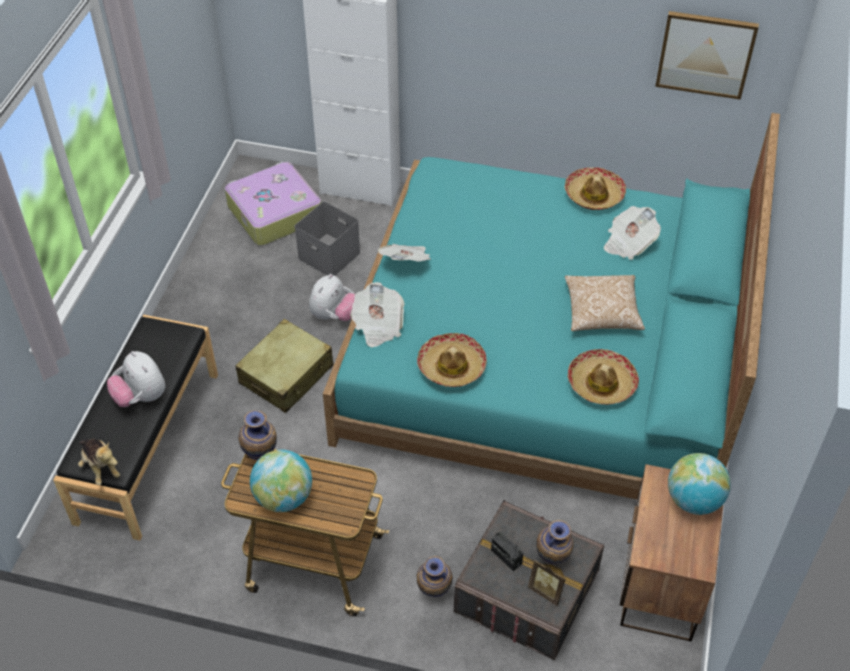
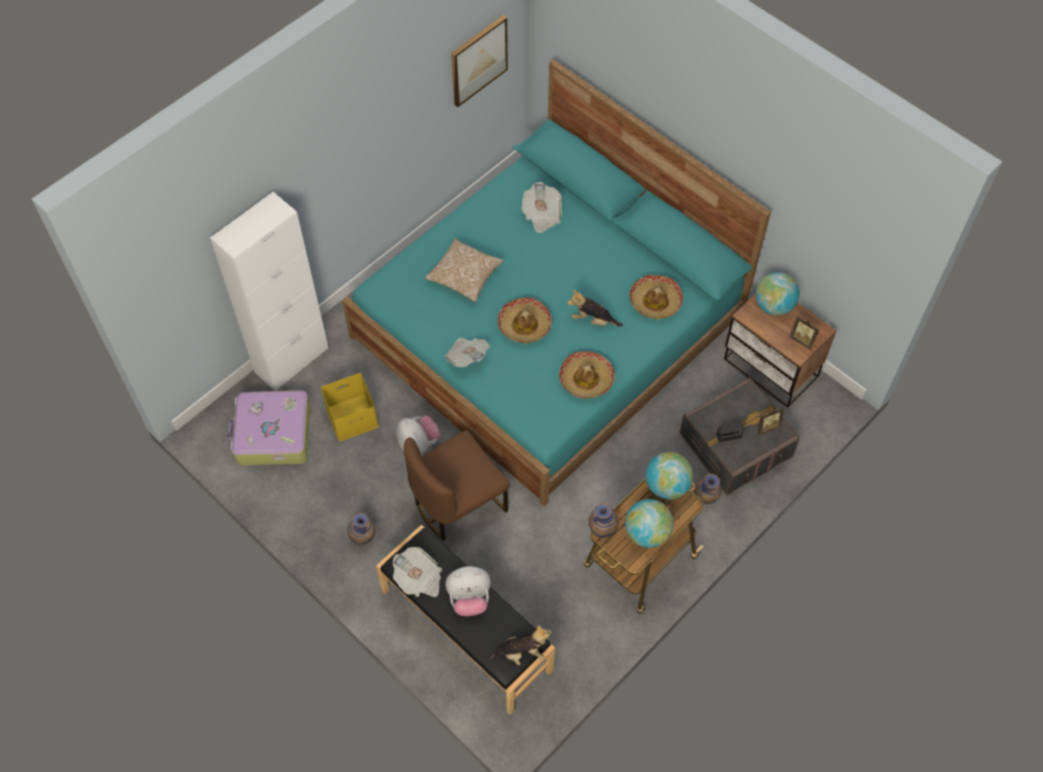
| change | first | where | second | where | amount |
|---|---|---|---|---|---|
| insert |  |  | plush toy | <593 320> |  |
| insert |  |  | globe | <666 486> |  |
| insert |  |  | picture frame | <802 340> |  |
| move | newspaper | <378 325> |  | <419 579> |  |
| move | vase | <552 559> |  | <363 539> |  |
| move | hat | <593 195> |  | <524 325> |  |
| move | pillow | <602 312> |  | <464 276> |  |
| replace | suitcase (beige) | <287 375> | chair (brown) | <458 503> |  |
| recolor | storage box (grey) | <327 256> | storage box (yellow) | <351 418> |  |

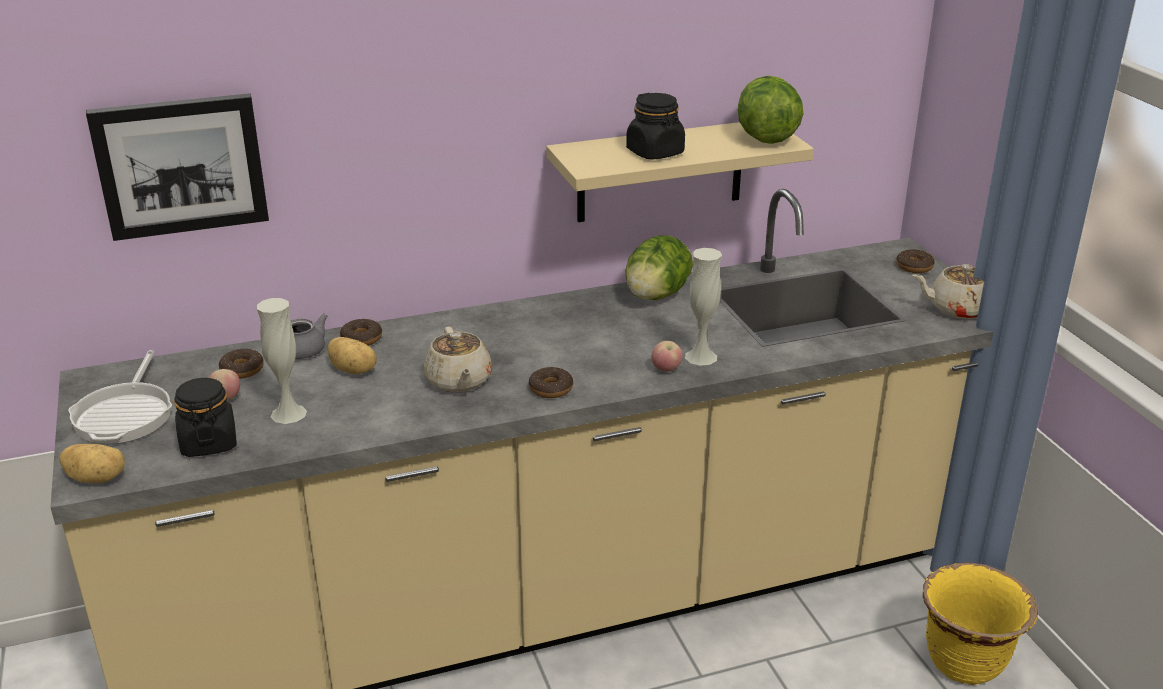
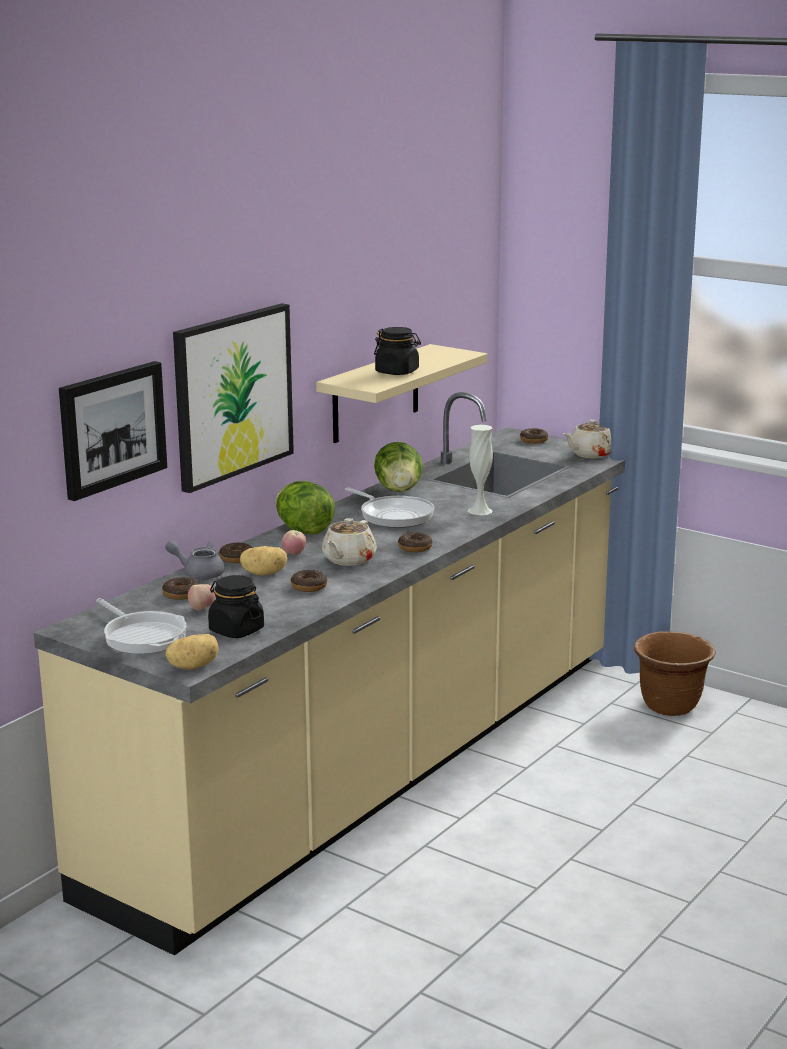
| change | first | where | second | where | amount |
|---|---|---|---|---|---|
| delete | vase (white) | <288 413> |  |  |  |
| insert |  |  | picture | <232 395> |  |
| insert |  |  | donut | <309 586> |  |
| insert |  |  | frying pan | <394 515> |  |
| move | apple | <666 370> |  | <294 554> |  |
| move | lettuce | <765 137> |  | <304 530> |  |
| recolor | planter (yellow) | <965 663> | planter (brown) | <670 706> |  |
| rotate | teapot (beige) | <458 381> |  | <348 560> | 75 degrees clockwise |

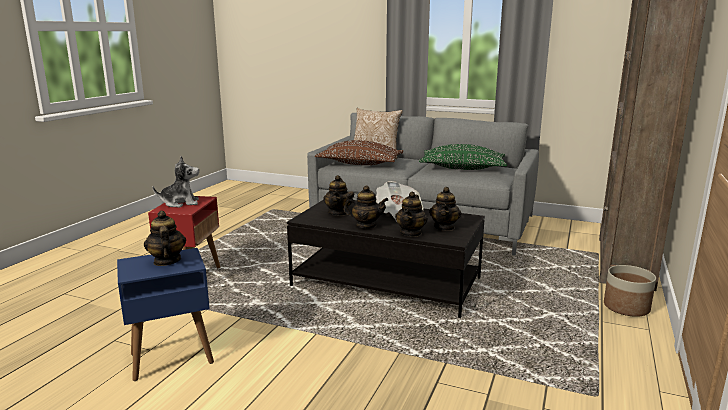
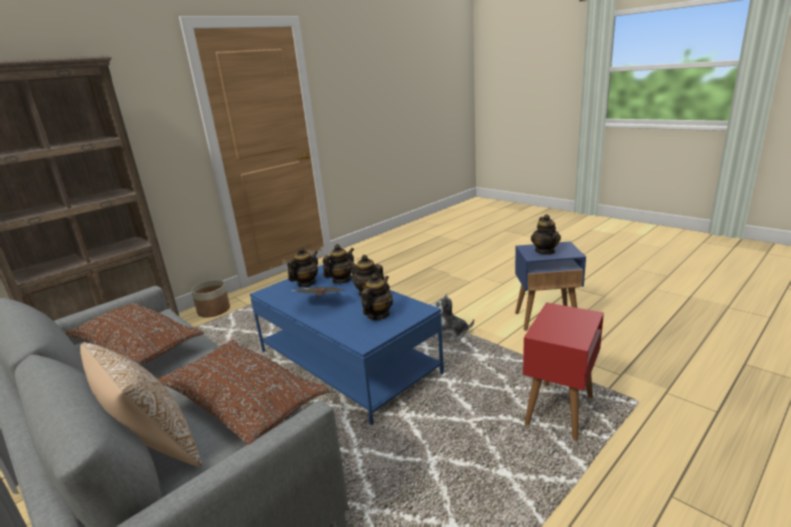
| change | first | where | second | where | amount |
|---|---|---|---|---|---|
| move | plush toy | <180 203> |  | <451 334> |  |
| recolor | coffee table (black) | <387 282> | coffee table (blue) | <346 362> |  |
| recolor | pillow (green) | <462 168> | pillow (brown) | <137 347> |  |

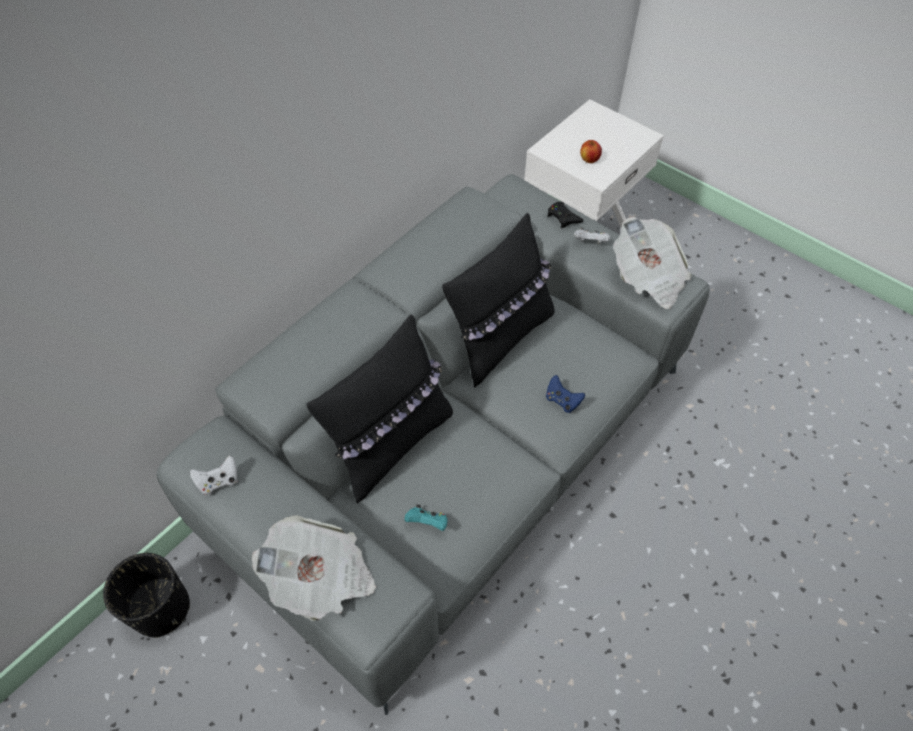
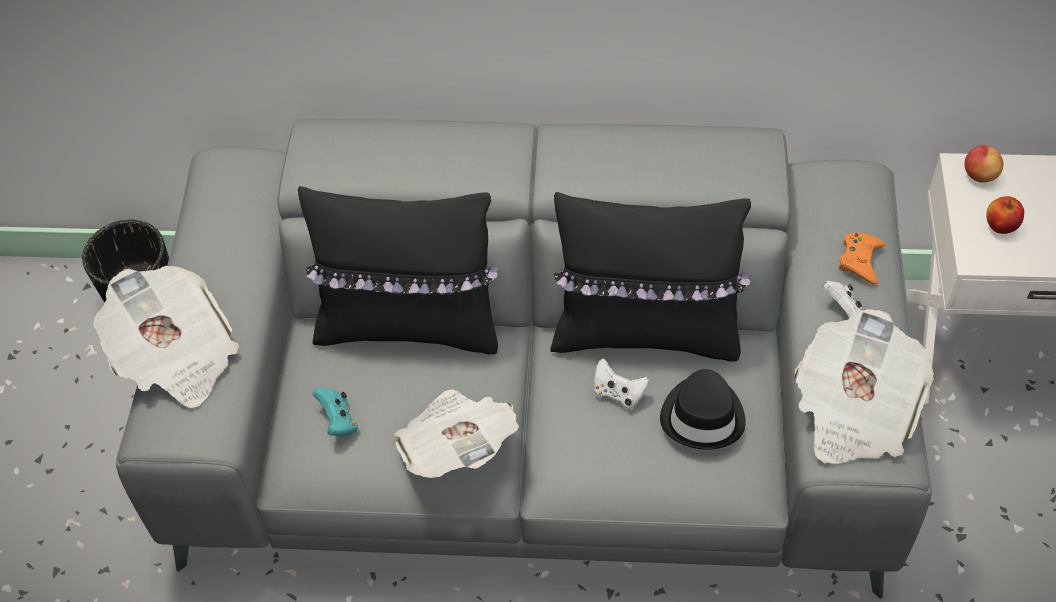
| change | first | where | second | where | amount |
|---|---|---|---|---|---|
| delete | game controller (blue) | <562 401> |  |  |  |
| insert |  |  | newspaper | <457 447> |  |
| insert |  |  | hat (black) | <703 416> |  |
| insert |  |  | apple | <979 175> |  |
| move | game controller (white) | <219 481> |  | <618 393> |  |
| recolor | game controller (black) | <563 217> | game controller (orange) | <860 260> |  |

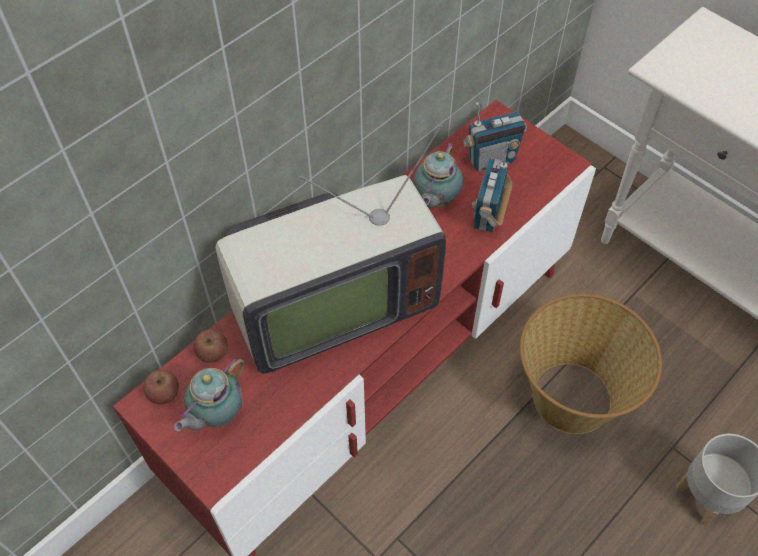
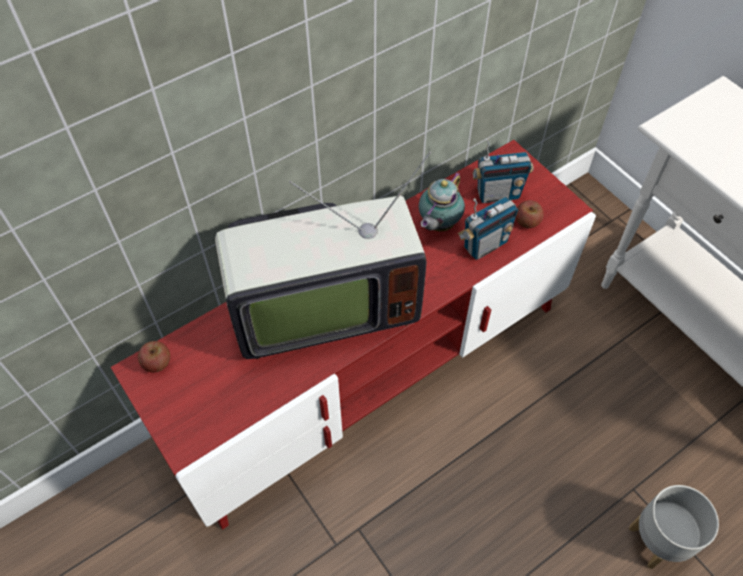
| change | first | where | second | where | amount |
|---|---|---|---|---|---|
| delete | teapot | <216 414> |  |  |  |
| delete | basket | <572 396> |  |  |  |
| move | apple | <213 353> |  | <527 221> |  |
| rotate | radio | <488 215> |  | <484 244> | 150 degrees counterclockwise |

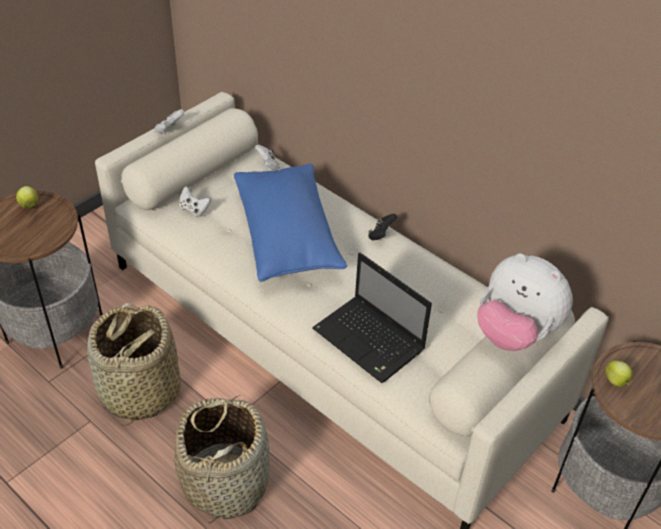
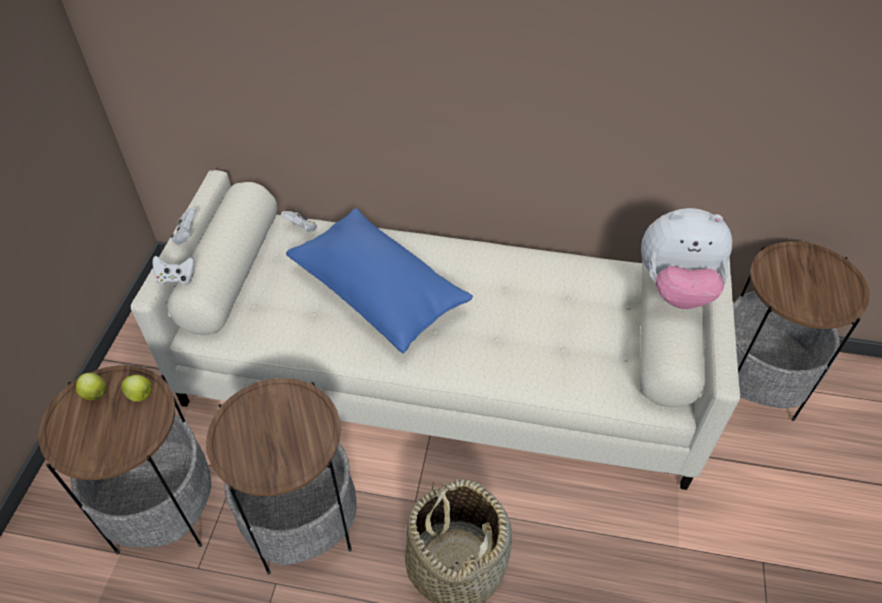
| change | first | where | second | where | amount |
|---|---|---|---|---|---|
| delete | laptop | <370 341> |  |  |  |
| delete | game controller (black) | <381 235> |  |  |  |
| move | game controller (white) | <194 210> |  | <176 278> |  |
| move | apple | <616 381> |  | <141 395> |  |
| replace | basket | <139 391> | side table | <302 524> |  |

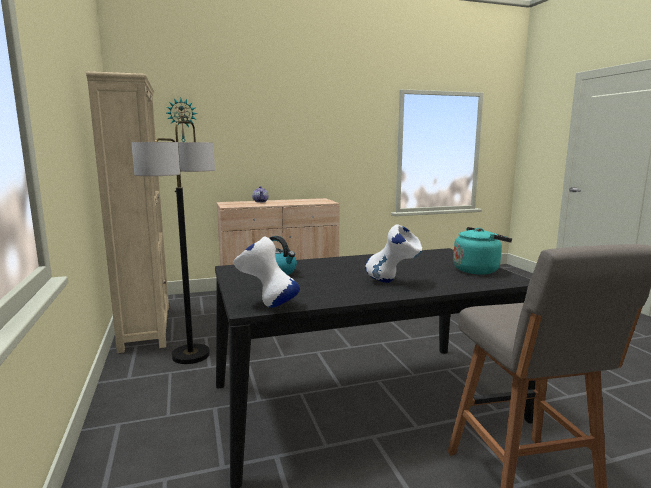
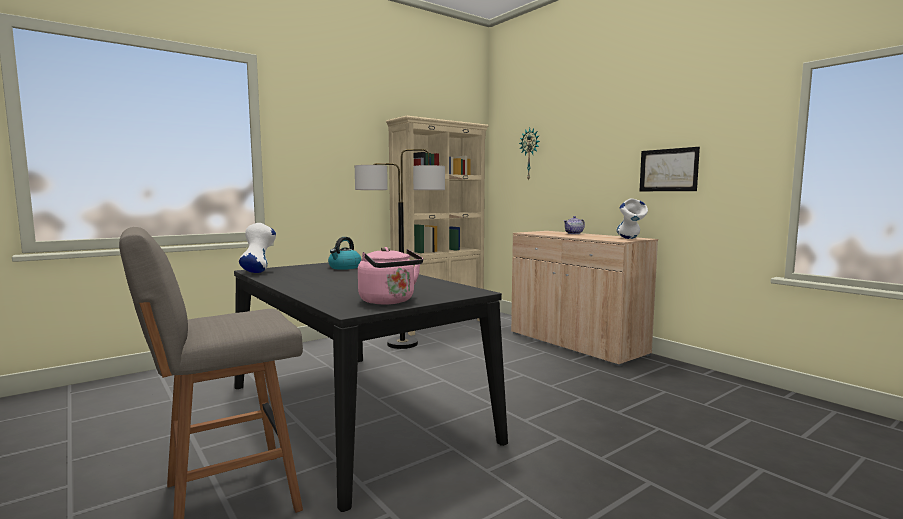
| change | first | where | second | where | amount |
|---|---|---|---|---|---|
| insert |  |  | picture | <668 170> |  |
| move | vase (white) | <393 282> |  | <630 239> |  |
| recolor | kettle (turquoise) | <478 270> | kettle (pink) | <389 301> |  |

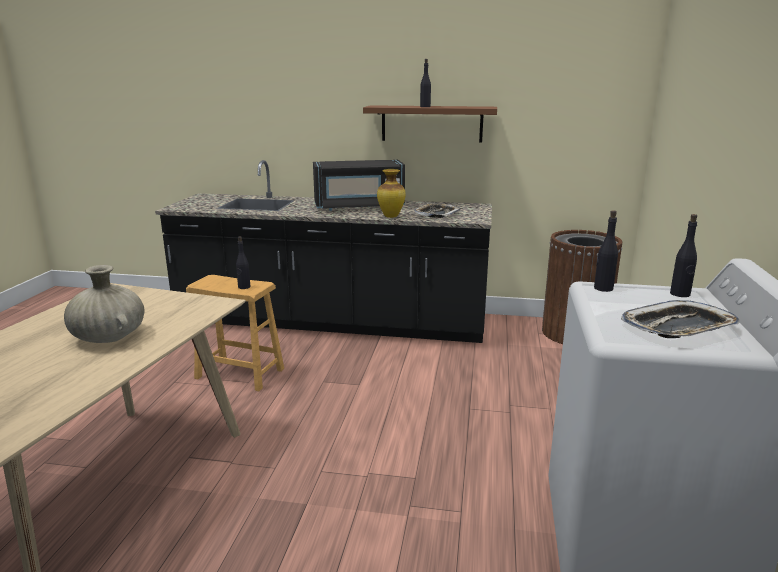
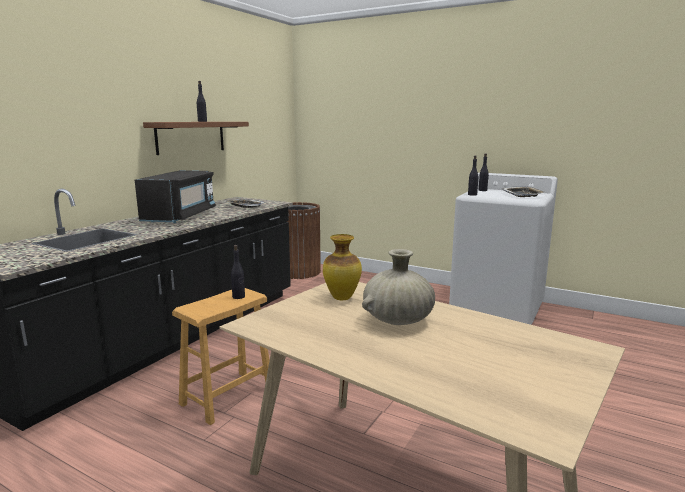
| change | first | where | second | where | amount |
|---|---|---|---|---|---|
| move | vase | <391 216> |  | <342 298> |  |

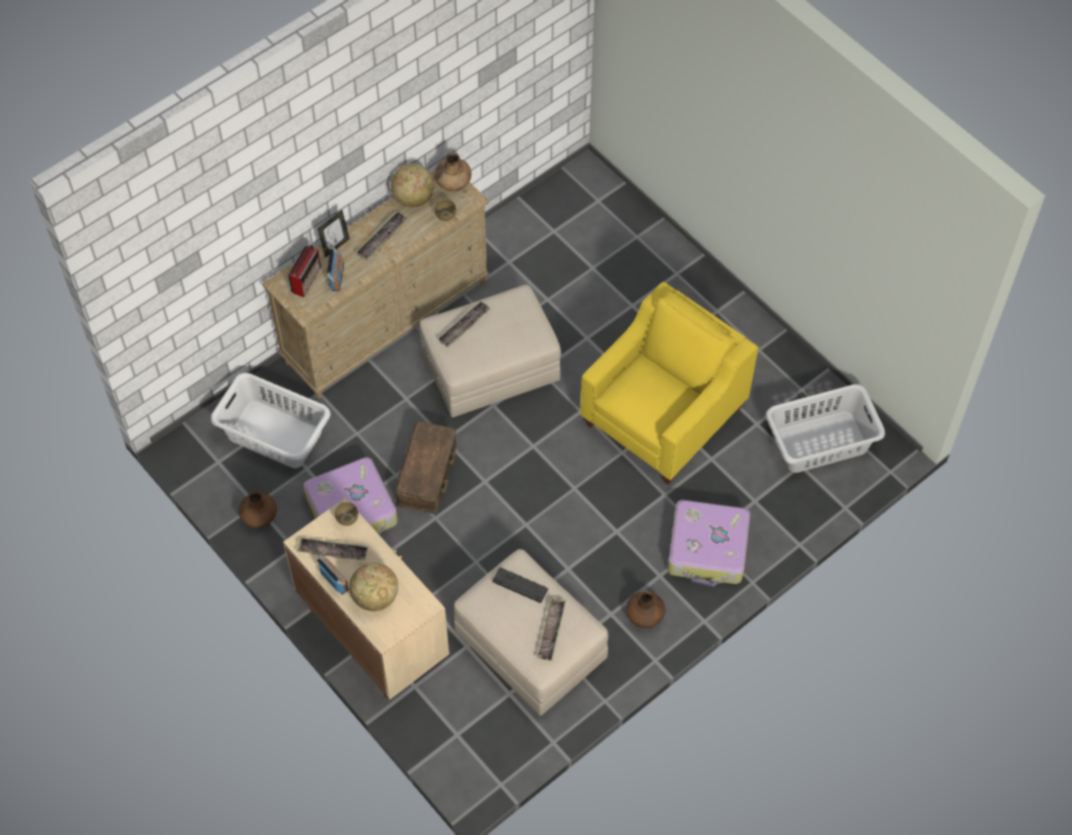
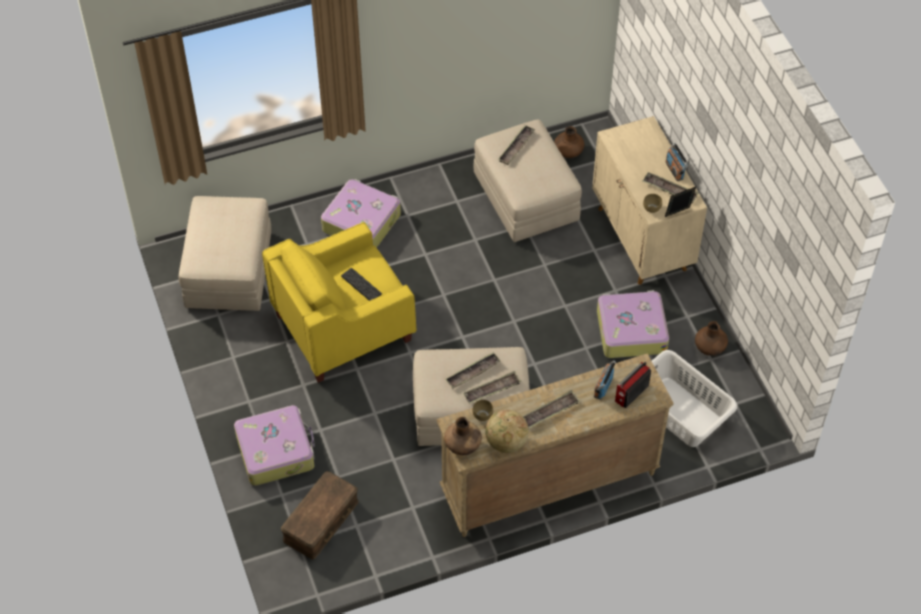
| change | first | where | second | where | amount |
|---|---|---|---|---|---|
| delete | globe | <375 597> |  |  |  |
| insert |  |  | suitcase | <276 451> |  |
| insert |  |  | tray | <472 372> |  |
| move | picture frame | <335 246> |  | <678 214> |  |
| move | storage box (brown) | <428 474> |  | <320 520> |  |
| move | keyboard | <520 585> |  | <361 285> |  |
| move | vase (brown) | <645 616> |  | <568 152> |  |
| replace | laundry basket (grey) | <821 442> | ottoman (beige) | <229 270> |  |

